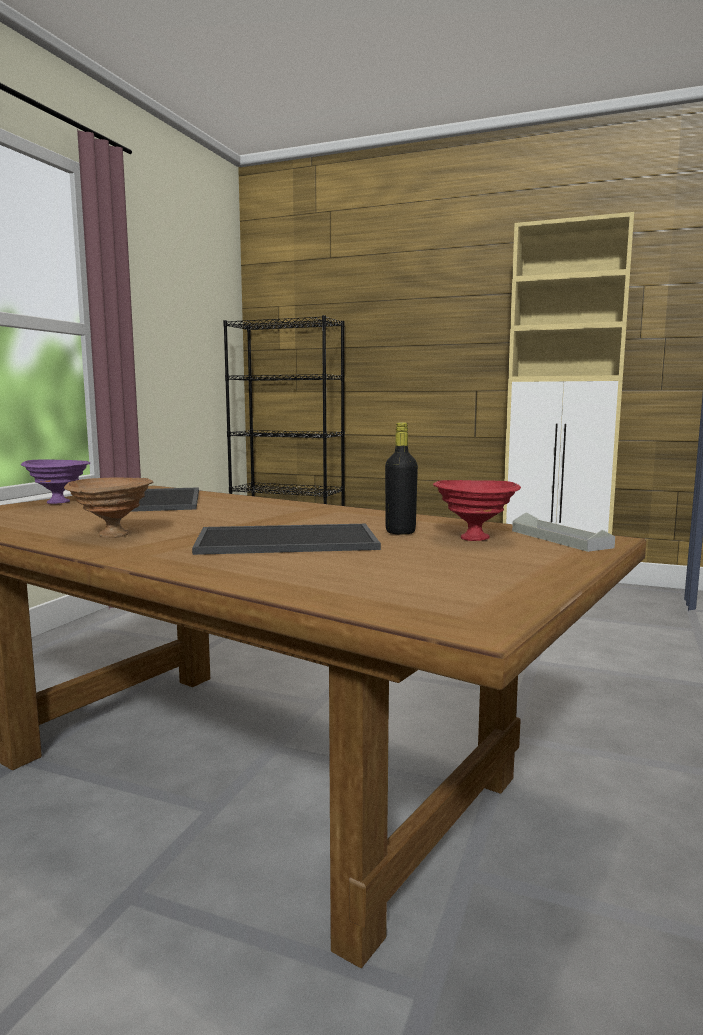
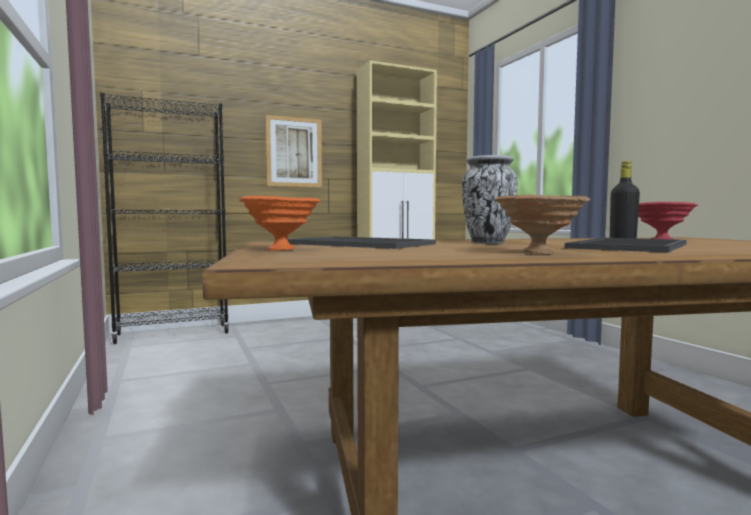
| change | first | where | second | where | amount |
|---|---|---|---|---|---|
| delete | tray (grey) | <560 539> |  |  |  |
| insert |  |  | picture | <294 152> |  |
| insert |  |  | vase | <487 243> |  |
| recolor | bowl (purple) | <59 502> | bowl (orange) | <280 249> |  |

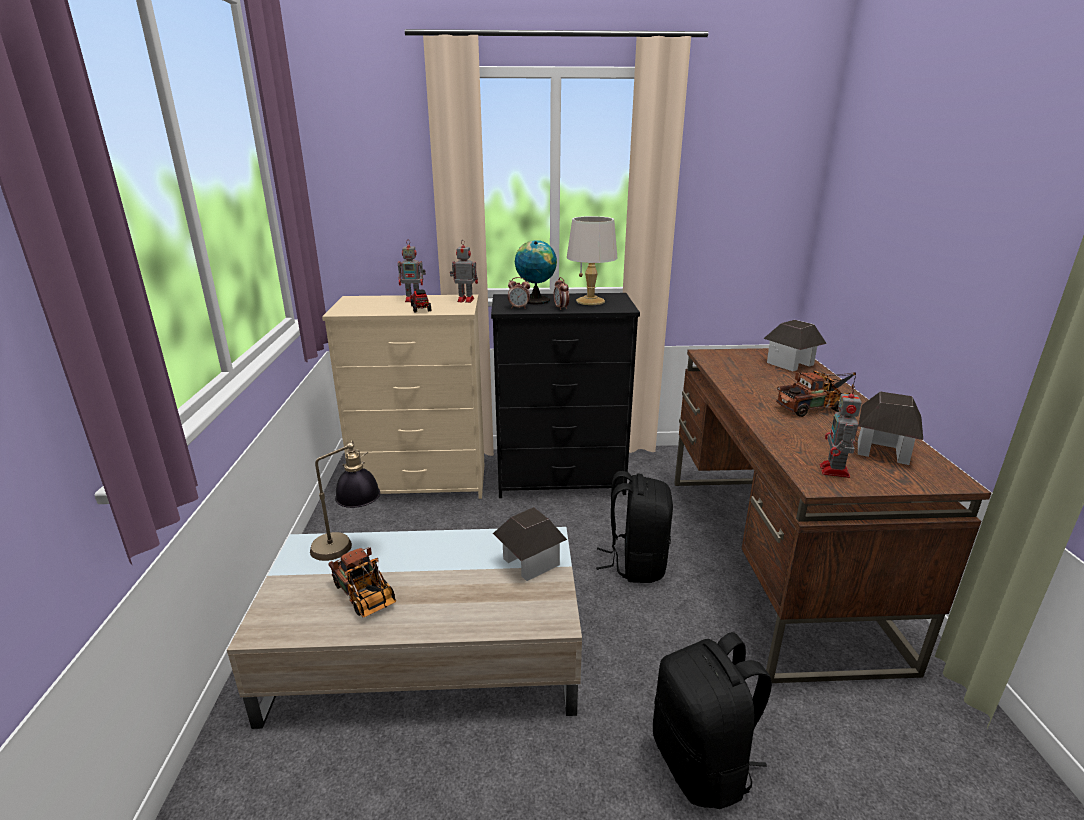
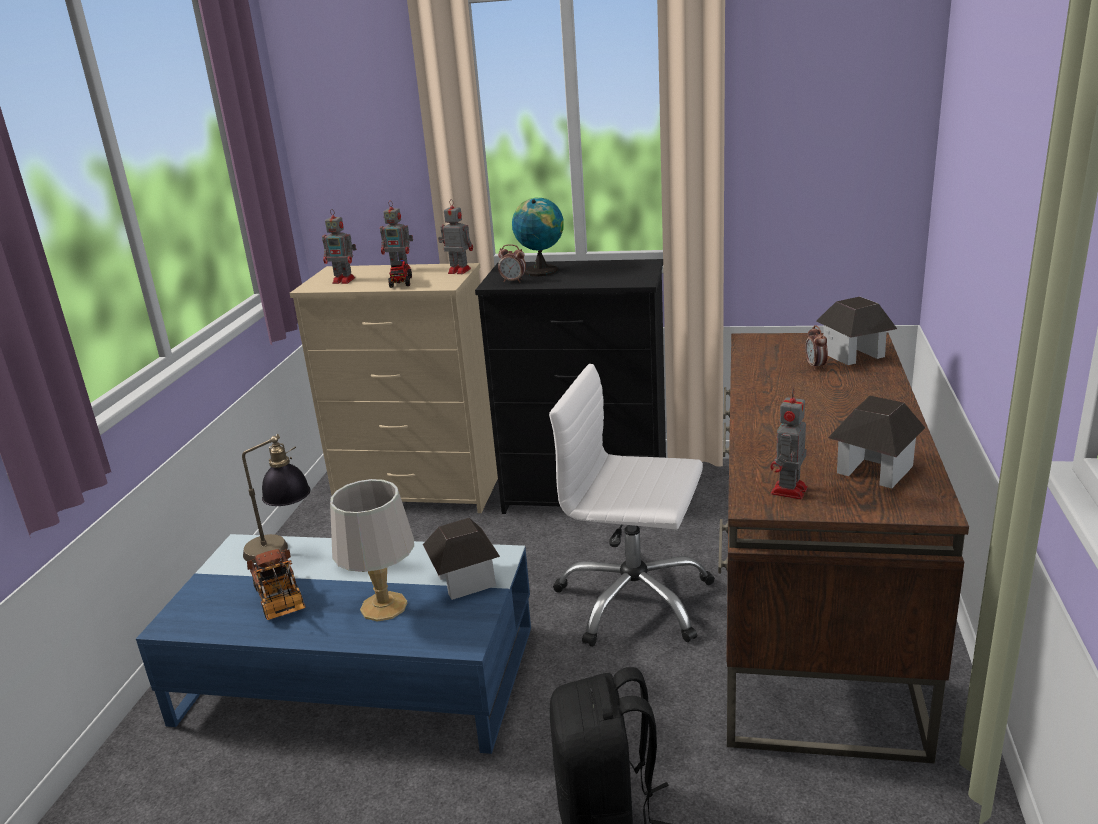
| change | first | where | second | where | amount |
|---|---|---|---|---|---|
| delete | toy truck | <816 407> |  |  |  |
| insert |  |  | toy robot | <345 280> |  |
| move | alarm clock | <561 308> |  | <815 366> |  |
| move | table lamp (grey) | <590 301> |  | <384 607> |  |
| replace | backpack (black) | <636 563> | office chair (white) | <634 601> |  |
| recolor | coffee table (beige) | <426 653> | coffee table (blue) | <357 674> |  |

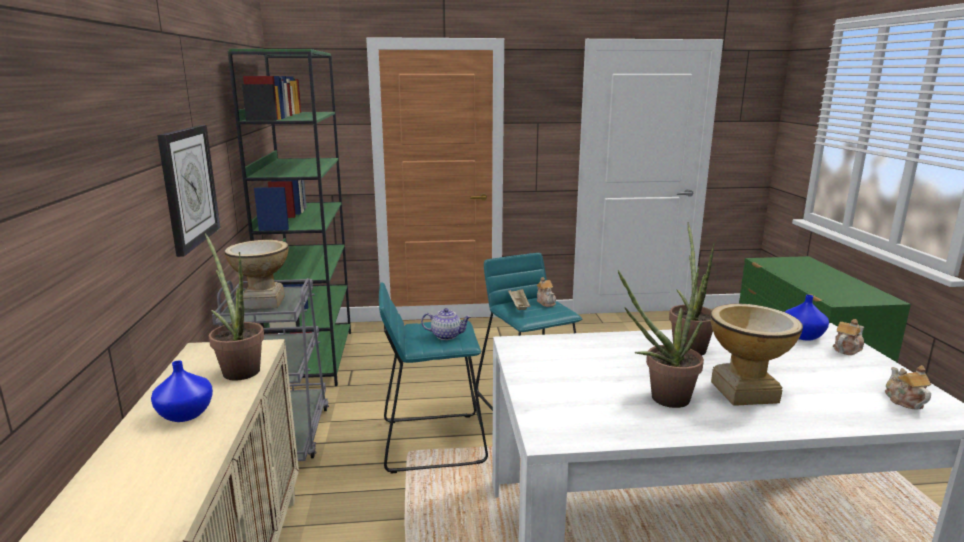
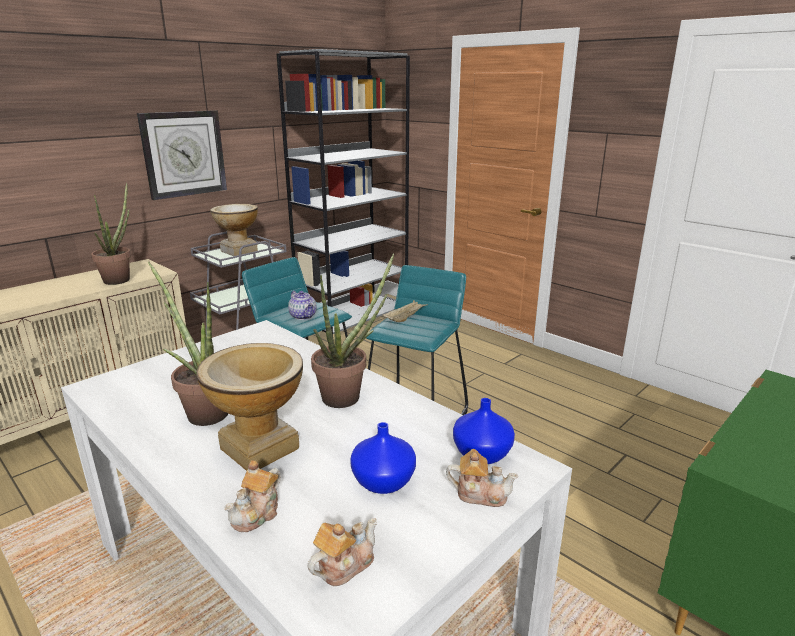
| change | first | where | second | where | amount |
|---|---|---|---|---|---|
| move | vase (blue) | <184 414> |  | <382 482> |  |
| move | teapot | <546 302> |  | <257 514> |  |
| recolor | bookcase (green) | <312 357> | bookcase (grey) | <354 319> |  |

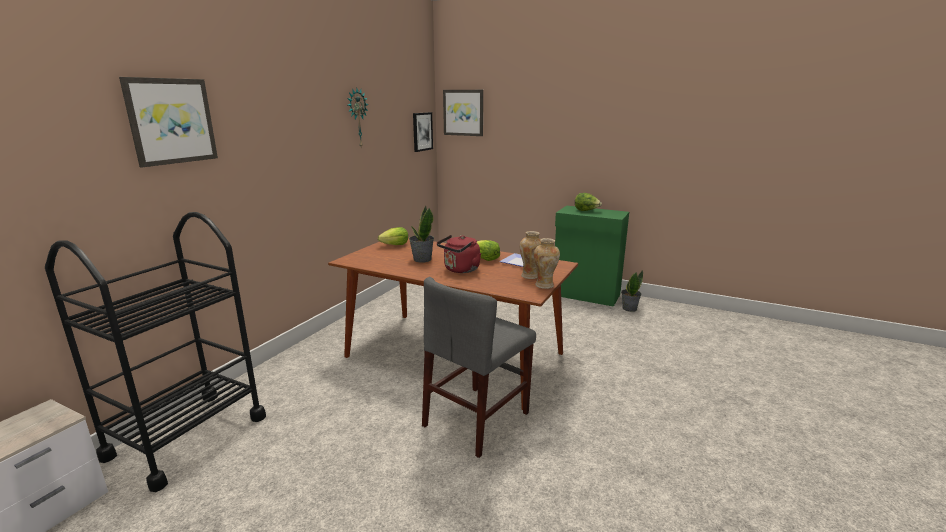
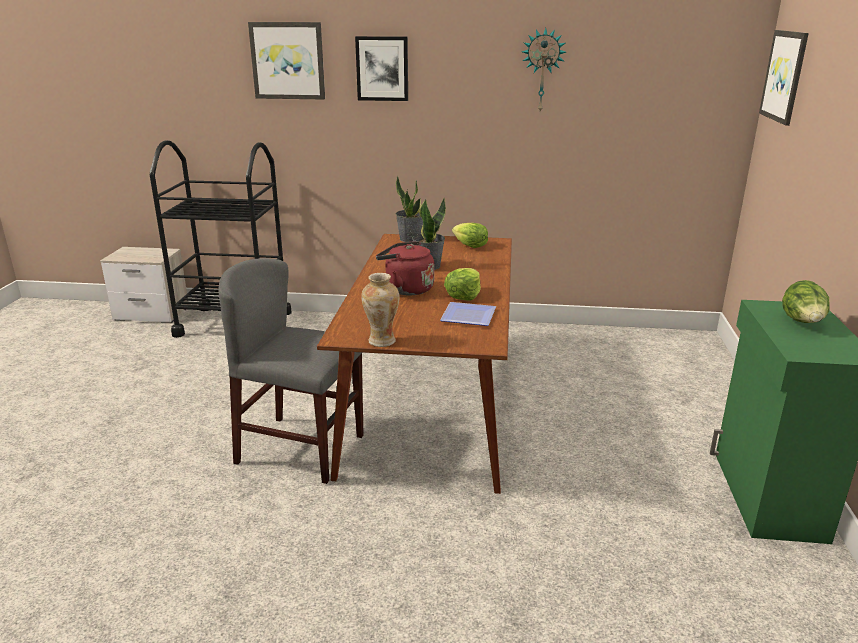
| change | first | where | second | where | amount |
|---|---|---|---|---|---|
| delete | vase | <530 276> |  |  |  |
| move | picture | <422 131> |  | <382 68> |  |
| move | potted plant | <629 308> |  | <410 239> |  |

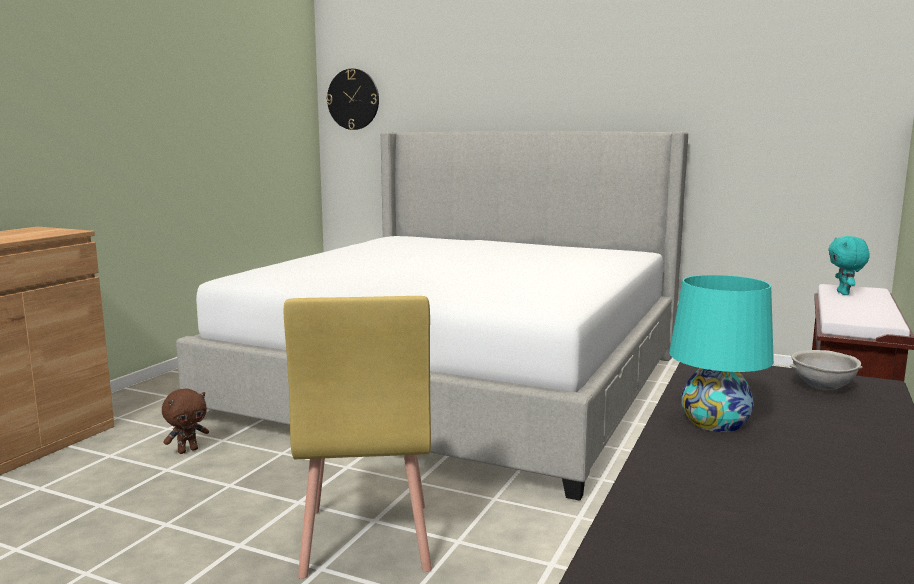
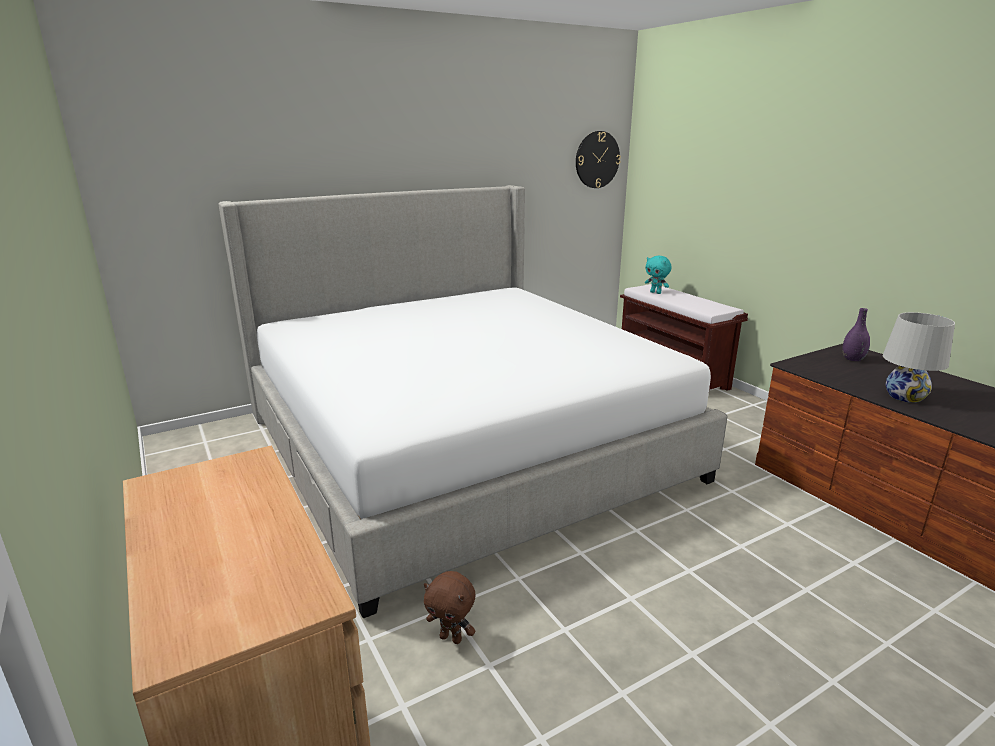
| change | first | where | second | where | amount |
|---|---|---|---|---|---|
| delete | chair (yellow) | <365 540> |  |  |  |
| move | wall clock | <353 99> |  | <597 160> |  |
| replace | bowl (grey) | <823 388> | vase (purple) | <852 359> |  |
| recolor | table lamp (turquoise) | <714 422> | table lamp (white) | <905 396> |  |
| rotate | plush toy (brown) | <187 450> |  | <451 638> | 120 degrees clockwise |

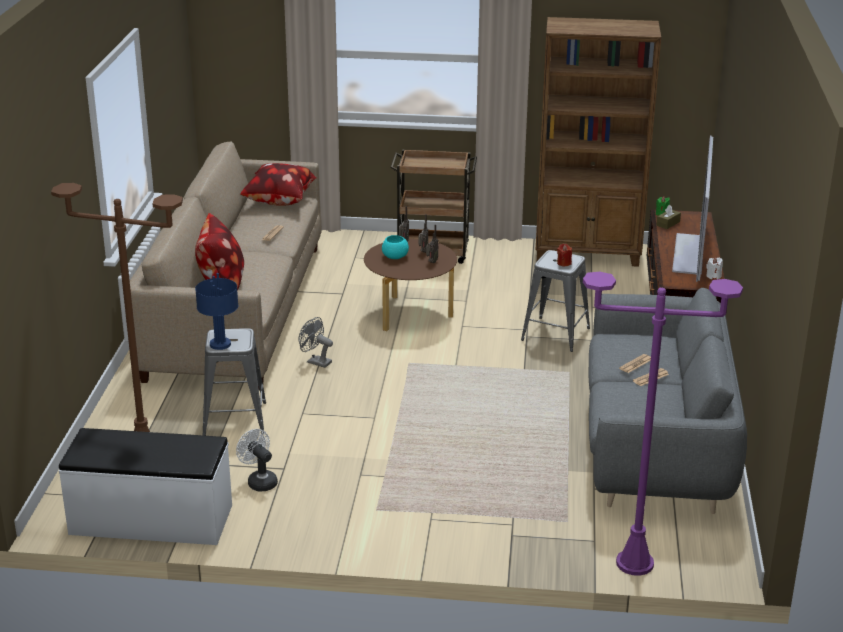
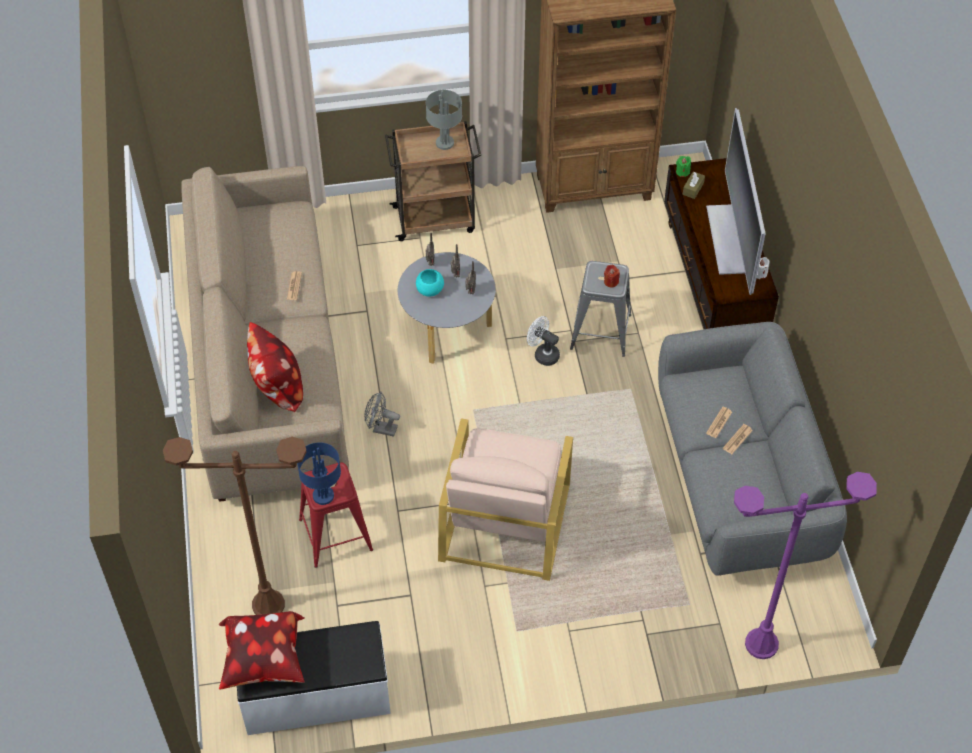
| change | first | where | second | where | amount |
|---|---|---|---|---|---|
| insert |  |  | table lamp (grey) | <445 143> |  |
| insert |  |  | armchair (beige) | <505 520> |  |
| move | fan (white) | <259 481> |  | <543 354> |  |
| move | pillow | <280 202> |  | <265 662> |  |
| recolor | stool (grey) | <234 419> | stool (red) | <335 535> |  |
| recolor | coffee table (brown) | <410 314> | coffee table (grey) | <447 330> |  |

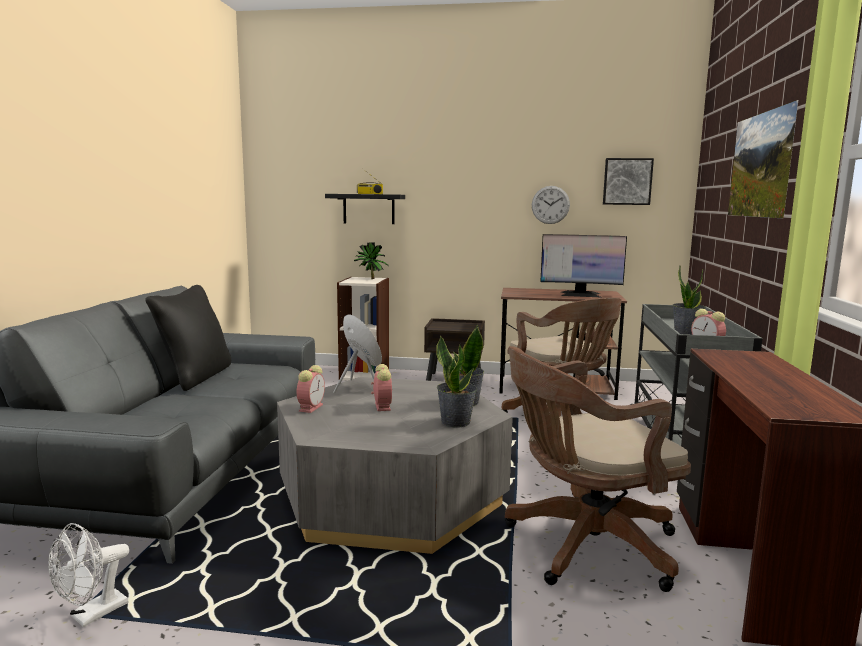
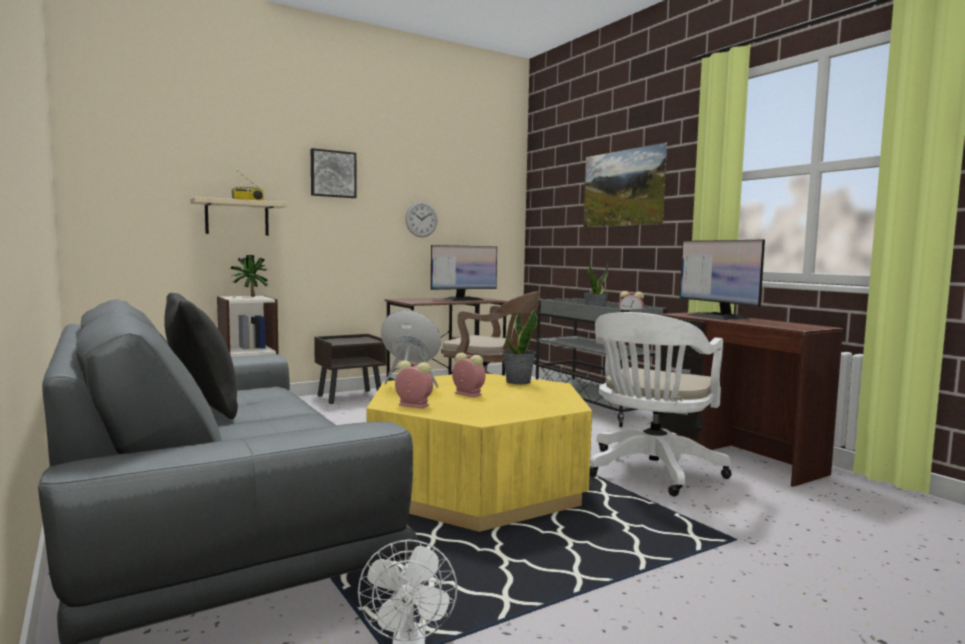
| change | first | where | second | where | amount |
|---|---|---|---|---|---|
| delete | potted plant | <456 422> |  |  |  |
| insert |  |  | monitor | <717 317> |  |
| move | picture | <627 181> |  | <333 174> |  |
| recolor | coffee table (grey) | <391 496> | coffee table (yellow) | <476 484> |  |
| recolor | shelf (black) | <368 209> | shelf (beige) | <237 218> |  |
| recolor | office chair (brown) | <584 546> | office chair (white) | <650 472> |  |
| rotate | alarm clock | <311 407> |  | <412 405> | 45 degrees counterclockwise |

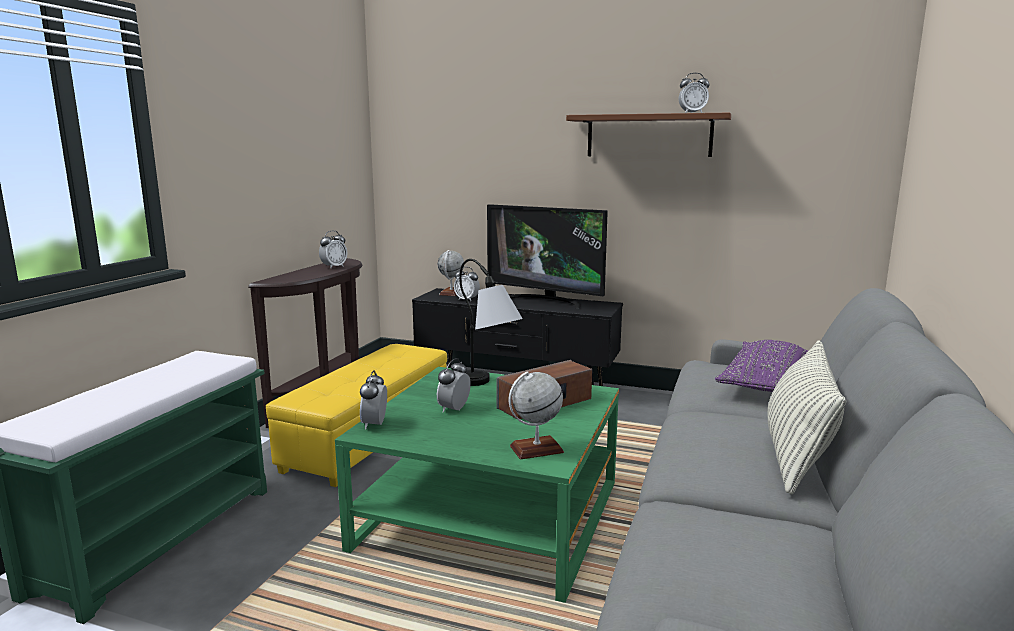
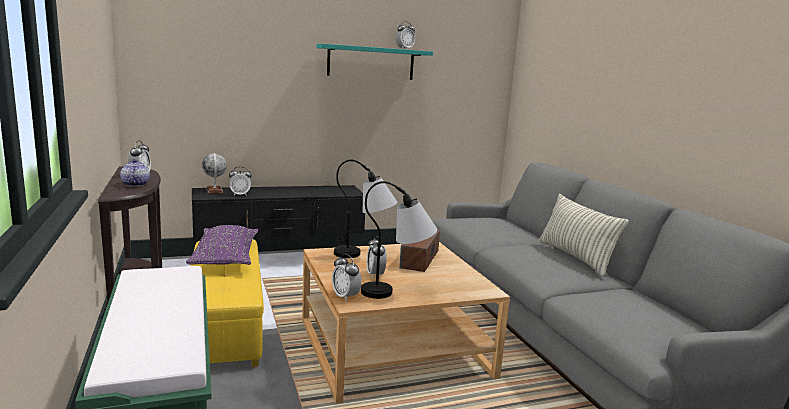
| change | first | where | second | where | amount |
|---|---|---|---|---|---|
| delete | television | <546 300> |  |  |  |
| delete | globe | <536 449> |  |  |  |
| insert |  |  | teapot | <135 184> |  |
| insert |  |  | table lamp | <398 292> |  |
| move | pillow (purple) | <768 383> |  | <225 257> |  |
| recolor | coffee table (green) | <491 515> | coffee table (beige) | <393 348> |  |
| recolor | shelf (brown) | <649 136> | shelf (turquoise) | <371 62> |  |

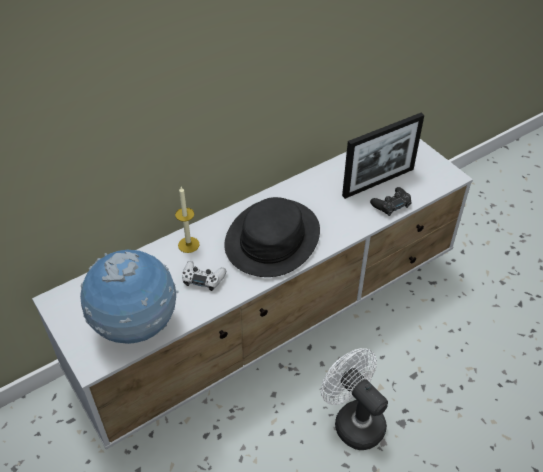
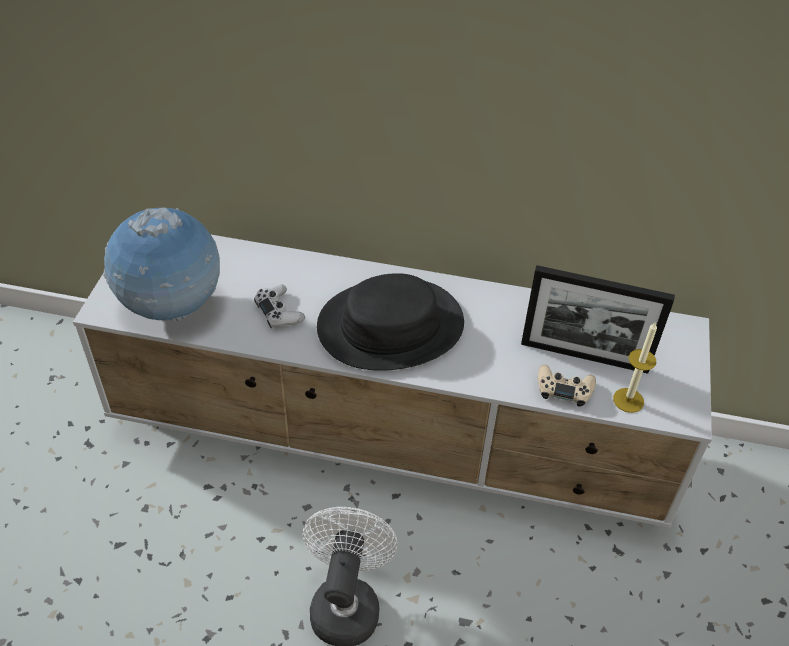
| change | first | where | second | where | amount |
|---|---|---|---|---|---|
| move | candle | <188 244> |  | <628 400> |  |
| recolor | game controller (black) | <391 204> | game controller (beige) | <564 389> |  |

